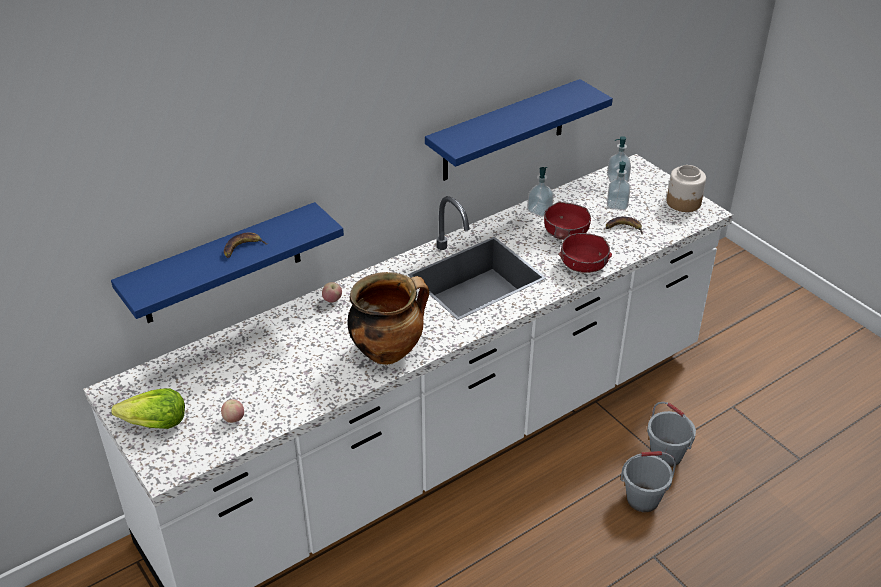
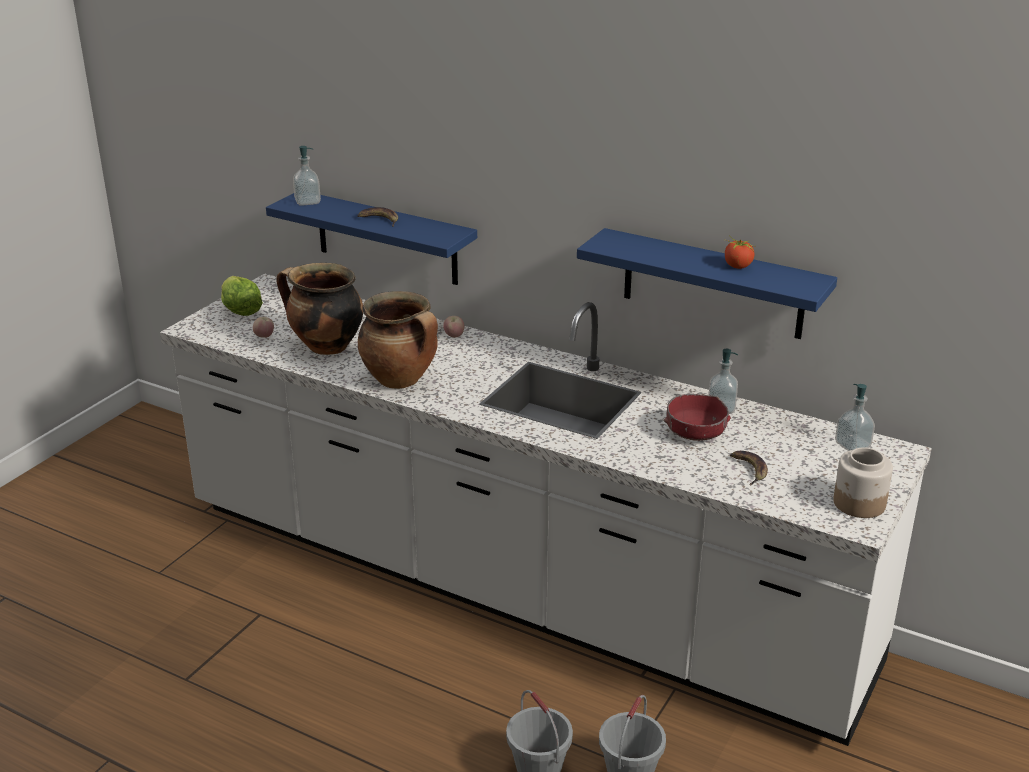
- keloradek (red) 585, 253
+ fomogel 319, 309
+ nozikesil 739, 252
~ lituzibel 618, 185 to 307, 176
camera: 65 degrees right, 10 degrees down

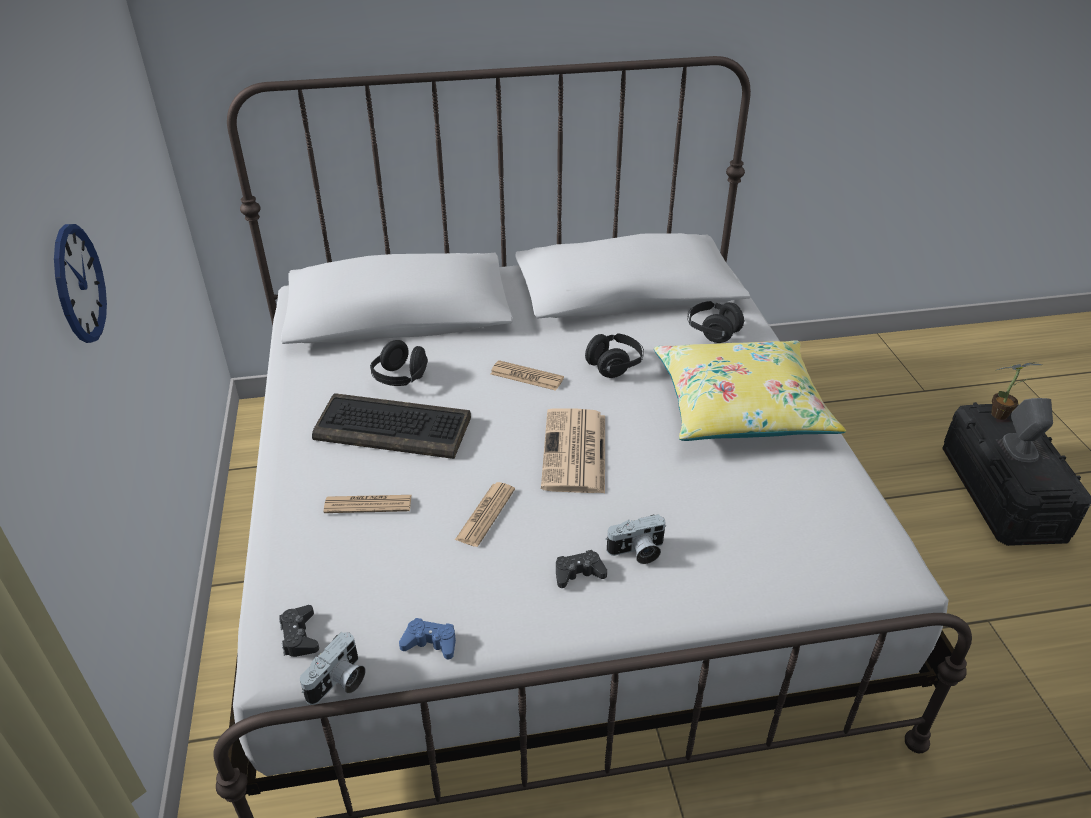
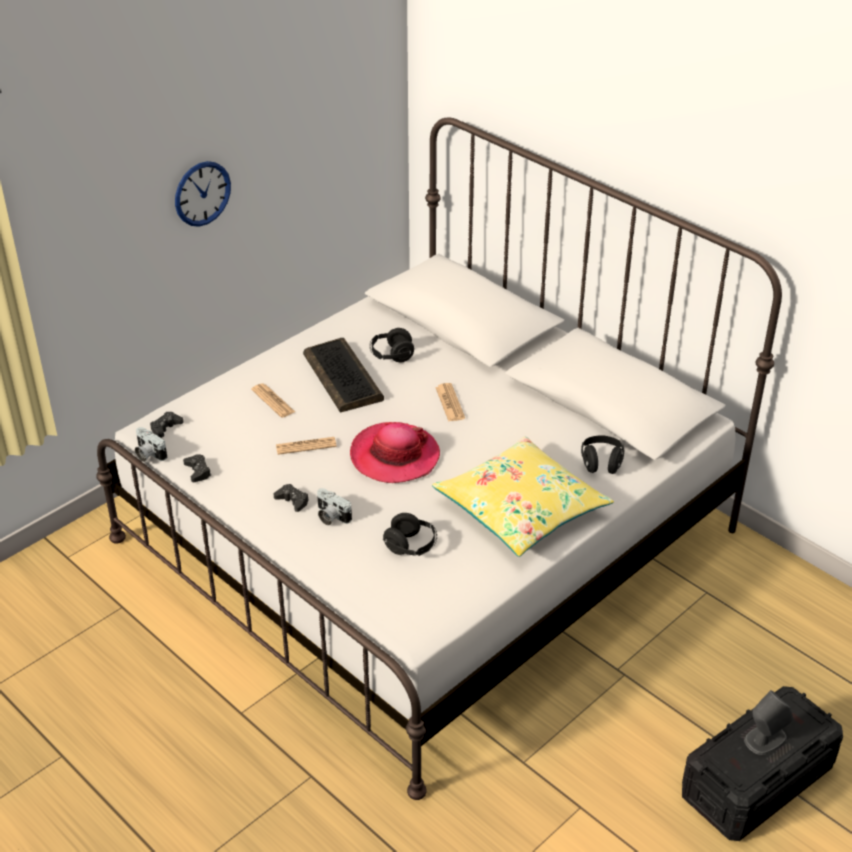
- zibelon 1016, 391
~ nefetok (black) 614, 355 to 410, 534
~ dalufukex 573, 450 to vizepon 395, 452
~ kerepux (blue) 427, 639 to kerepux (black) 197, 468
~ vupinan 333, 668 = 151, 444 45 degrees clockwise
camera: 55 degrees right, 0 degrees up

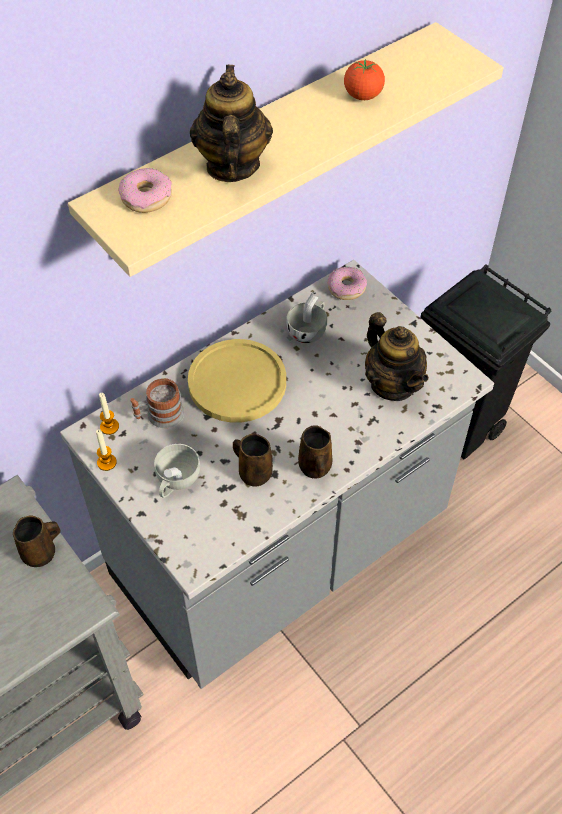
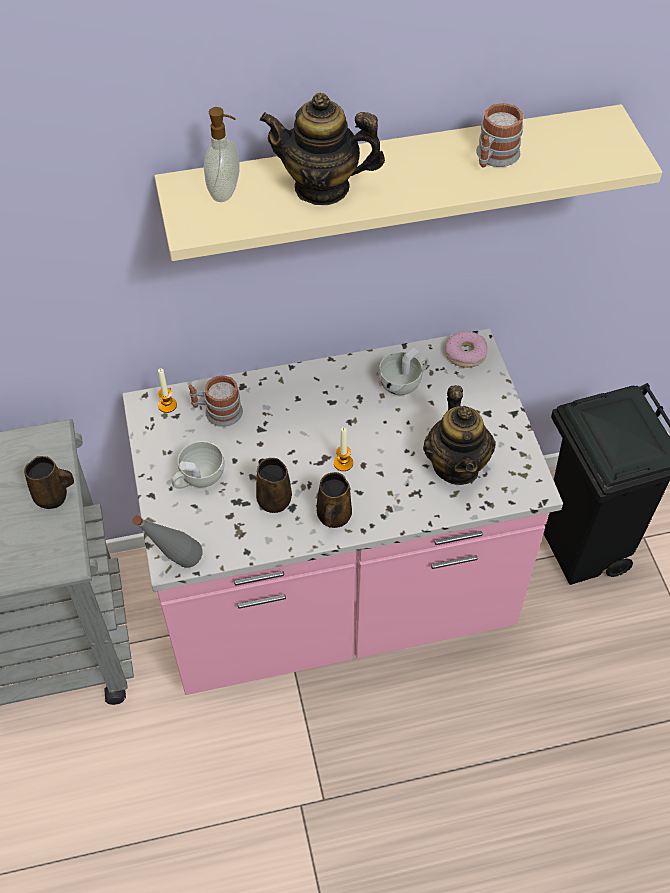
- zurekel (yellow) 237, 381
+ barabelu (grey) 167, 541
~ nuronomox 106, 450 to 343, 449
~ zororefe 145, 190 to lituzibel 221, 154
~ nozikesil 364, 79 to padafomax 499, 135
~ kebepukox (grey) 277, 474 to kebepukox (pink) 342, 512
~ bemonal 231, 123 = 322, 149 105 degrees counterclockwise
camera: 25 degrees right, 0 degrees up

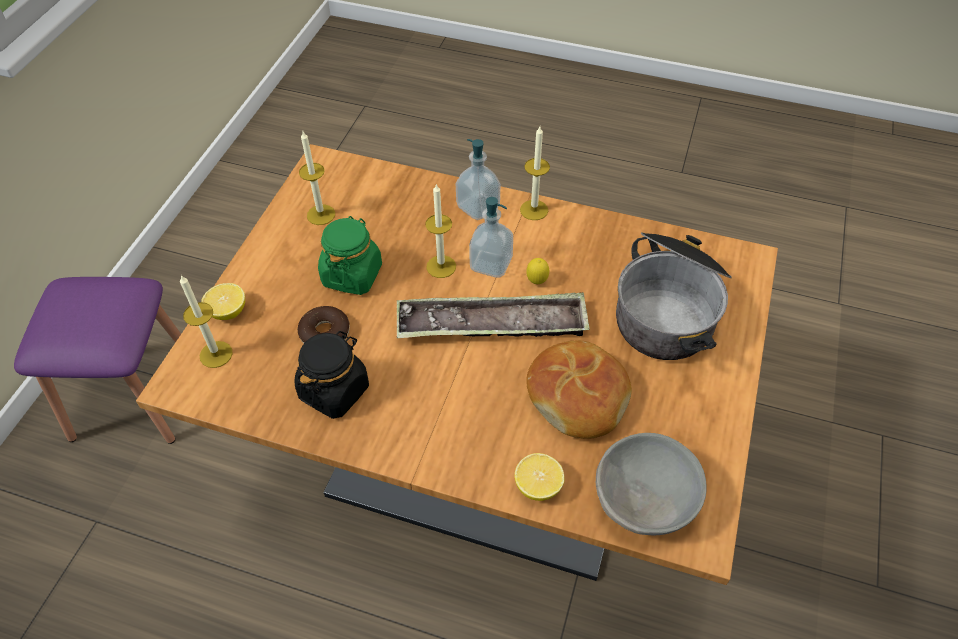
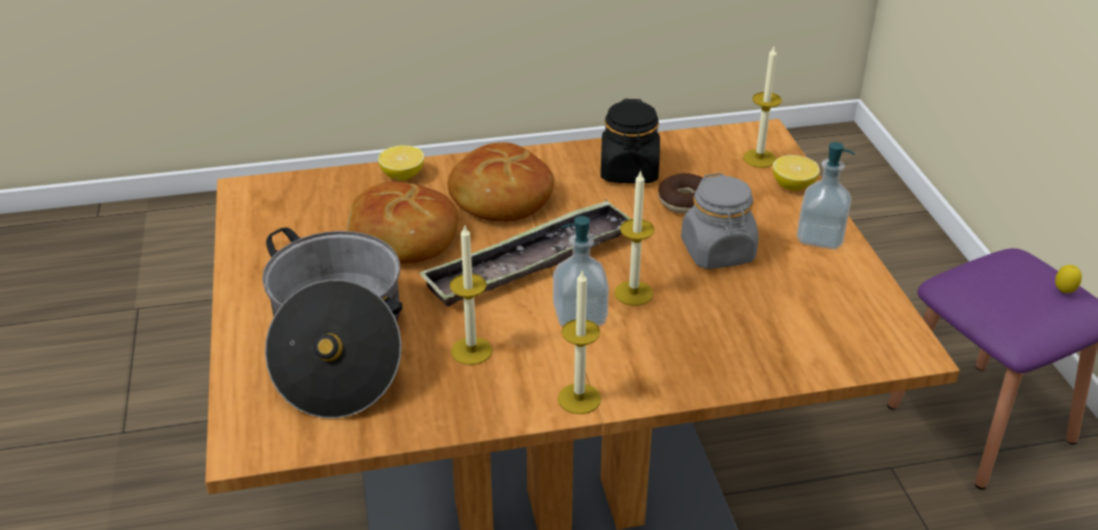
- keloradek (grey) 651, 484
+ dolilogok 500, 182
~ nuronomox 317, 178 to 471, 295
~ lituzibel 477, 179 to 826, 195
~ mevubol 537, 271 to 1068, 279
~ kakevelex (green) 350, 255 to kakevelex (grey) 720, 221
camera: 150 degrees right, 15 degrees down

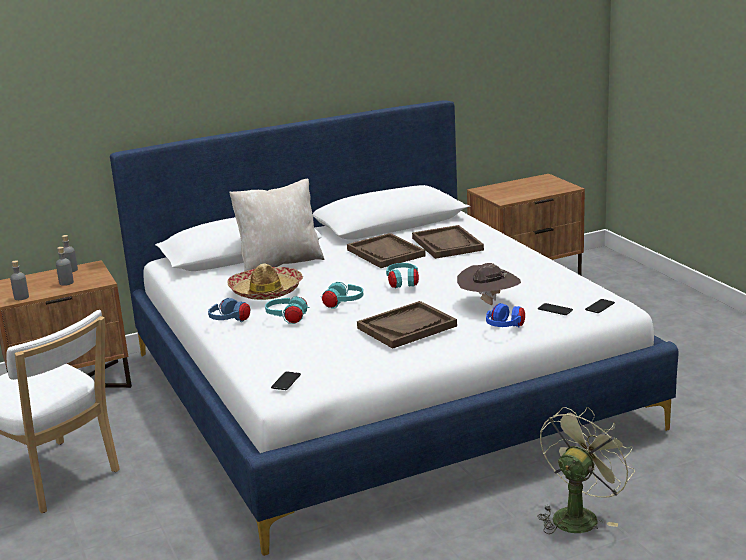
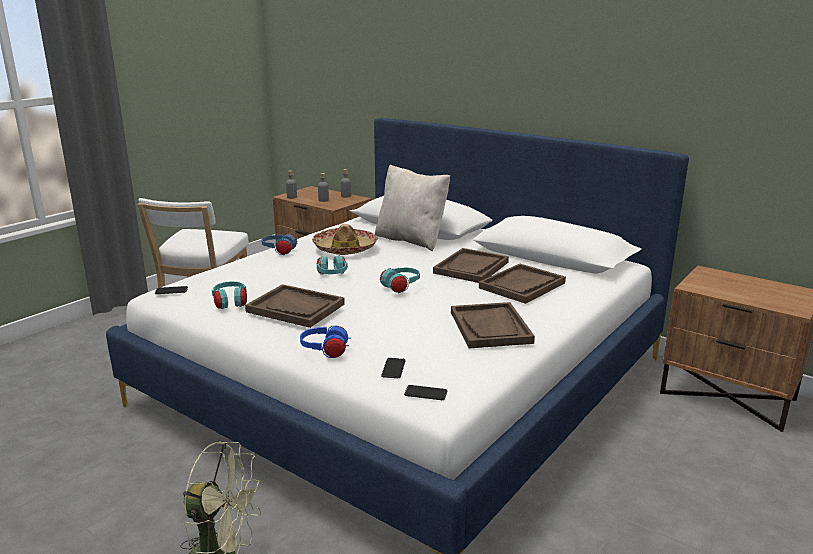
- vizepon (brown) 489, 284
+ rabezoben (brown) 493, 325
~ nefetok (turquoise) 287, 310 to 229, 295
camera: 60 degrees right, 0 degrees up

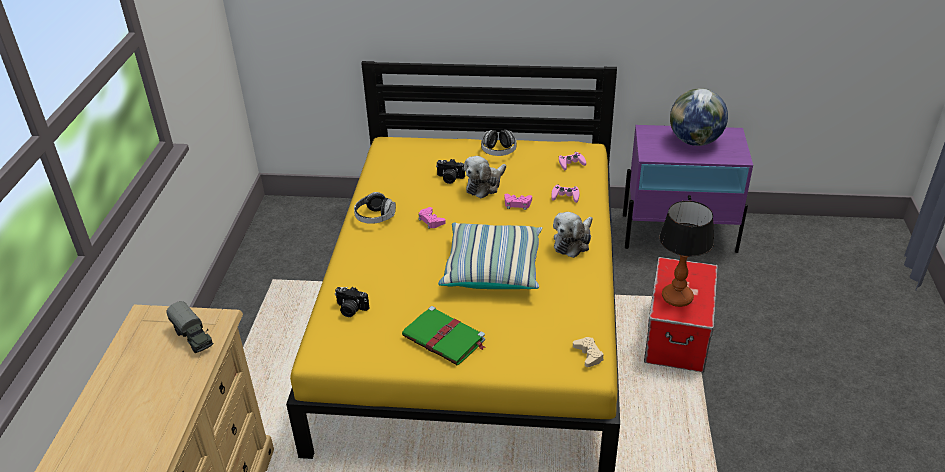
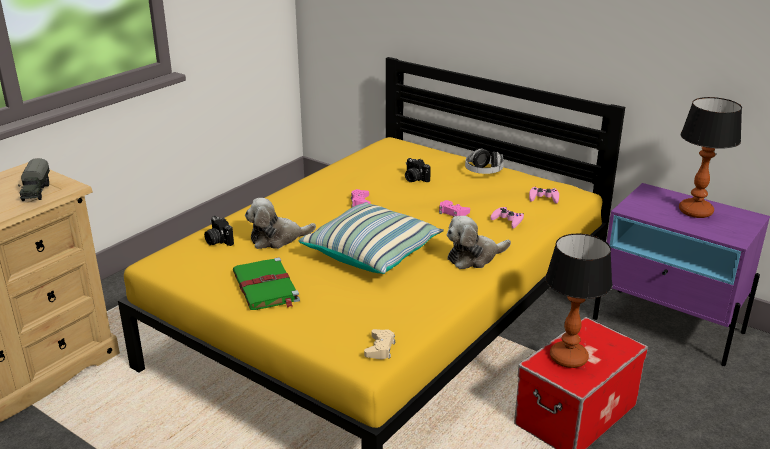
- nefetok 375, 208
~ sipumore 485, 177 to 280, 223
~ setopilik 699, 117 to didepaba 710, 157
camera: 30 degrees right, 10 degrees down

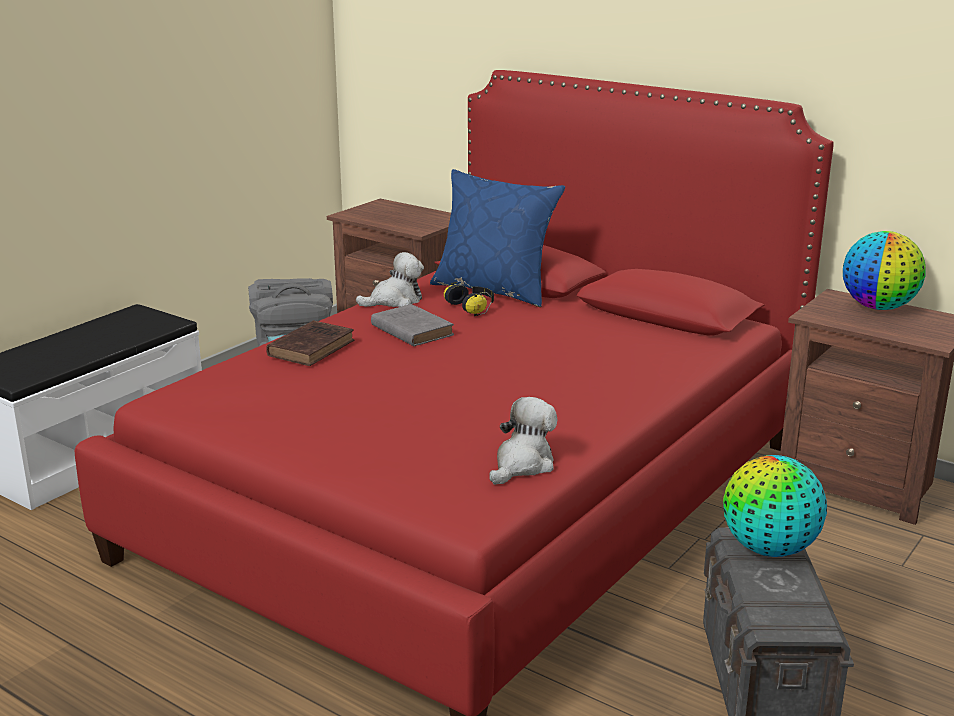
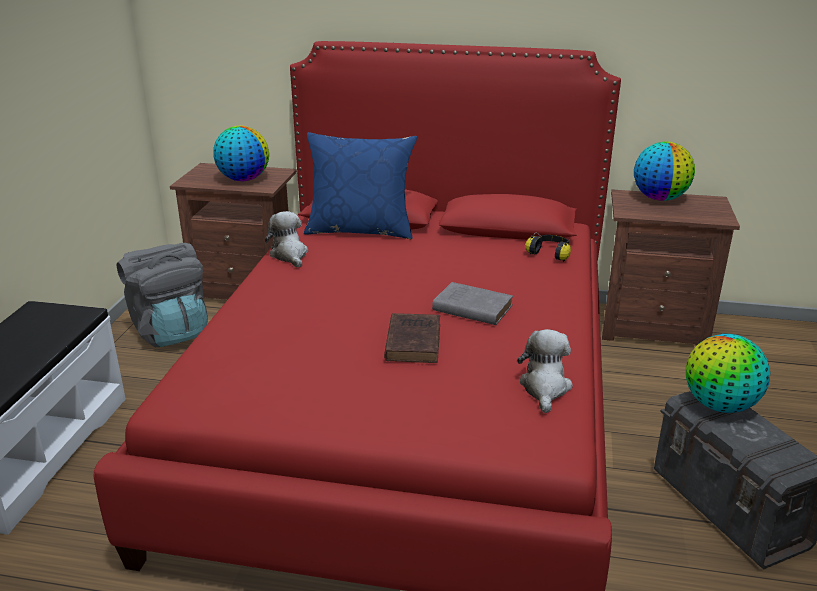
+ setopilik 241, 153
~ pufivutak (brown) 310, 343 to 412, 338
~ pufivutak (grey) 412, 325 to 472, 303
~ nefetok 469, 298 to 548, 247
~ sipumore 390, 279 = 286, 239 60 degrees counterclockwise
camera: 25 degrees left, 5 degrees up

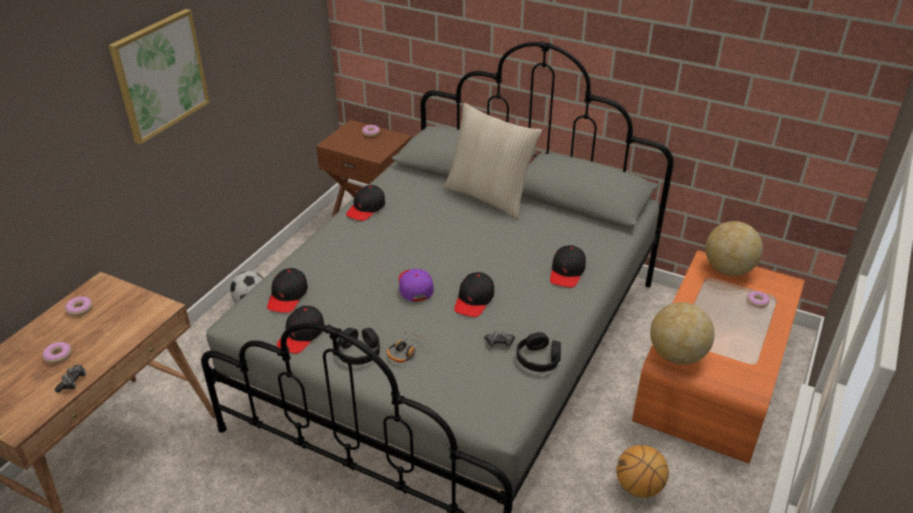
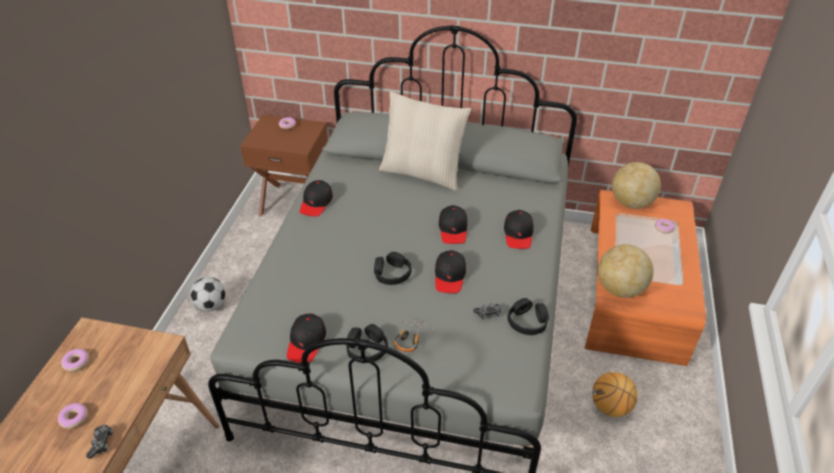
- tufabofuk 159, 77
~ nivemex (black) 287, 290 to 453, 224
~ nivemex (purple) 416, 285 to nefetok (black) 393, 268
camera: 15 degrees left, 5 degrees up

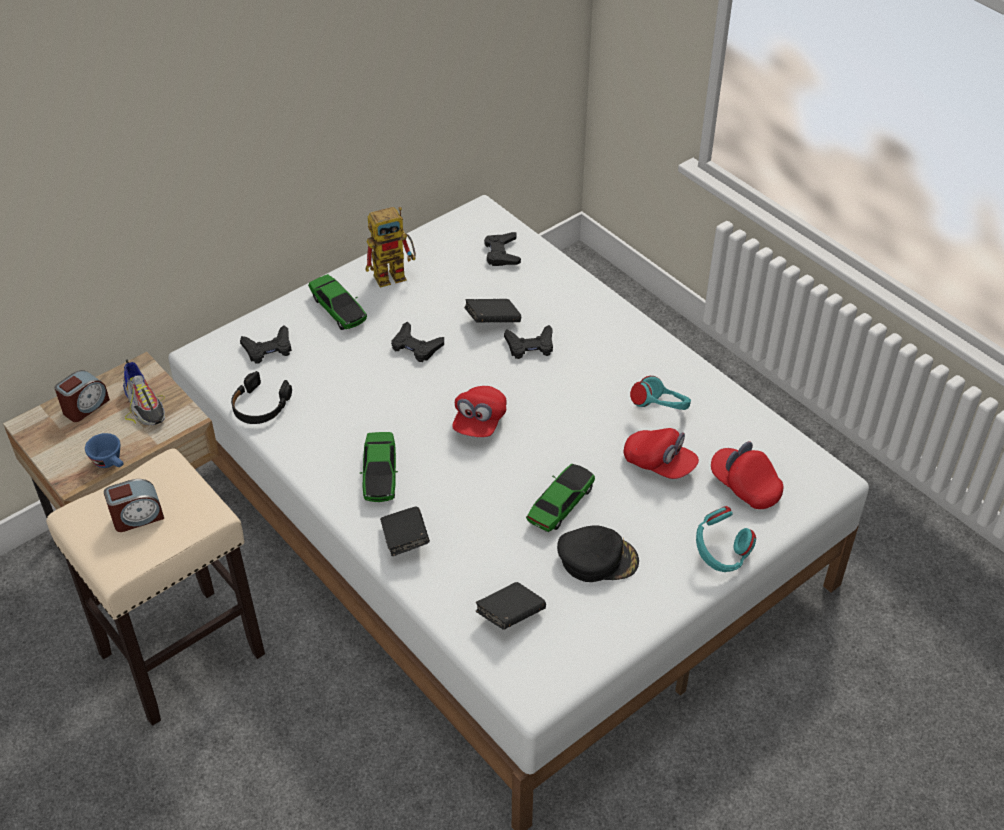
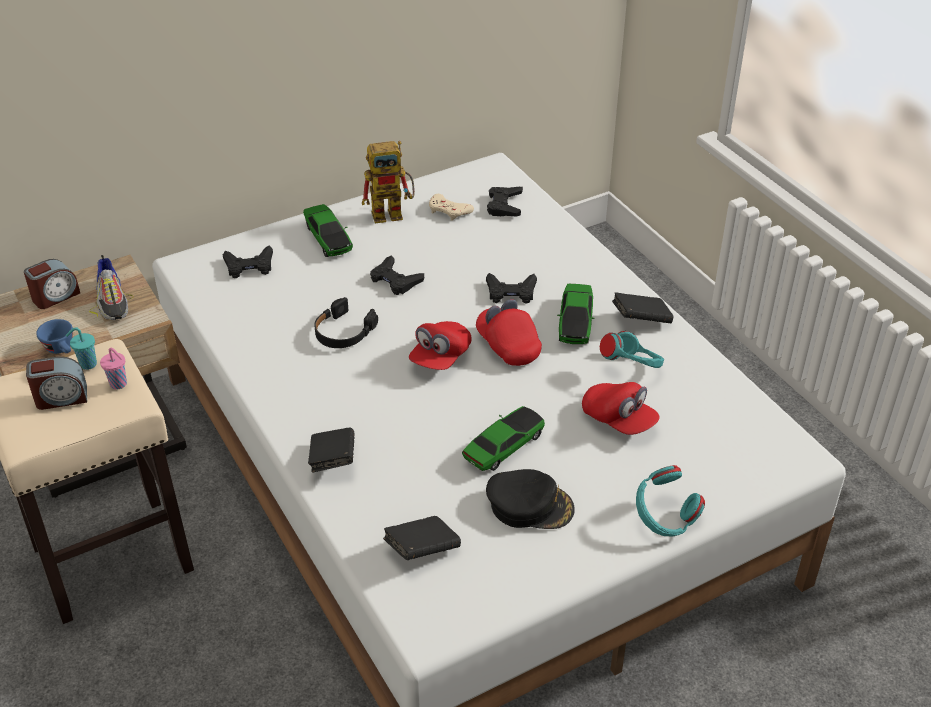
+ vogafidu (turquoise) 81, 348
+ vogafidu (pink) 113, 368
+ kerepux (beige) 451, 207
~ nefetok (black) 261, 397 to 346, 322
~ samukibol 379, 467 to 576, 314
~ pufivutak (black) 492, 311 to 642, 307
~ nivemex (red) 747, 475 to 509, 332
camera: 10 degrees right, 5 degrees down

